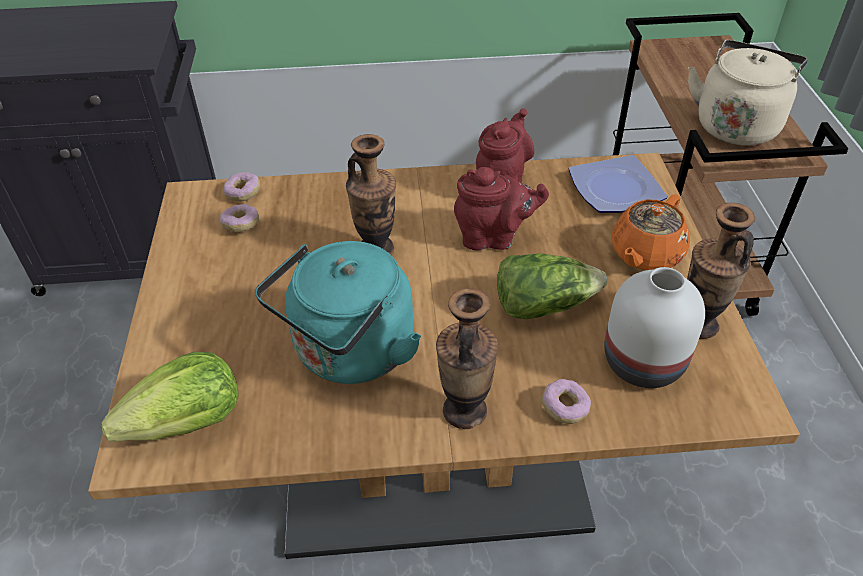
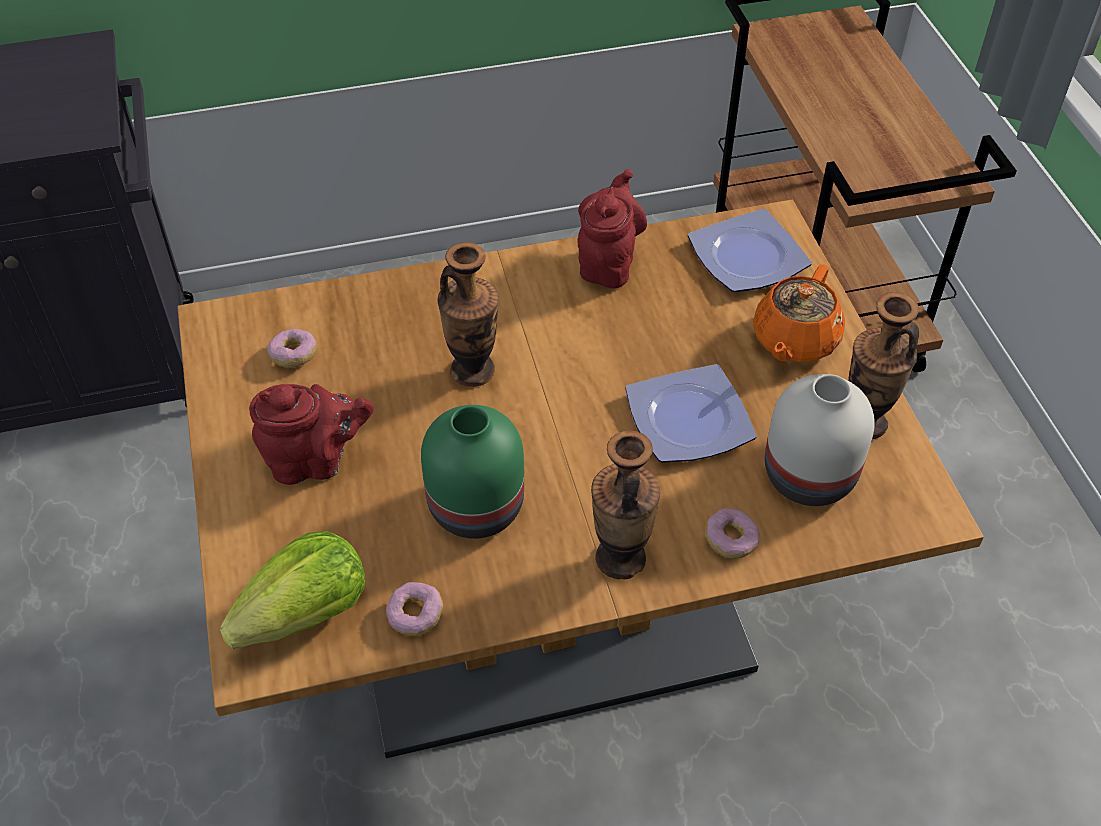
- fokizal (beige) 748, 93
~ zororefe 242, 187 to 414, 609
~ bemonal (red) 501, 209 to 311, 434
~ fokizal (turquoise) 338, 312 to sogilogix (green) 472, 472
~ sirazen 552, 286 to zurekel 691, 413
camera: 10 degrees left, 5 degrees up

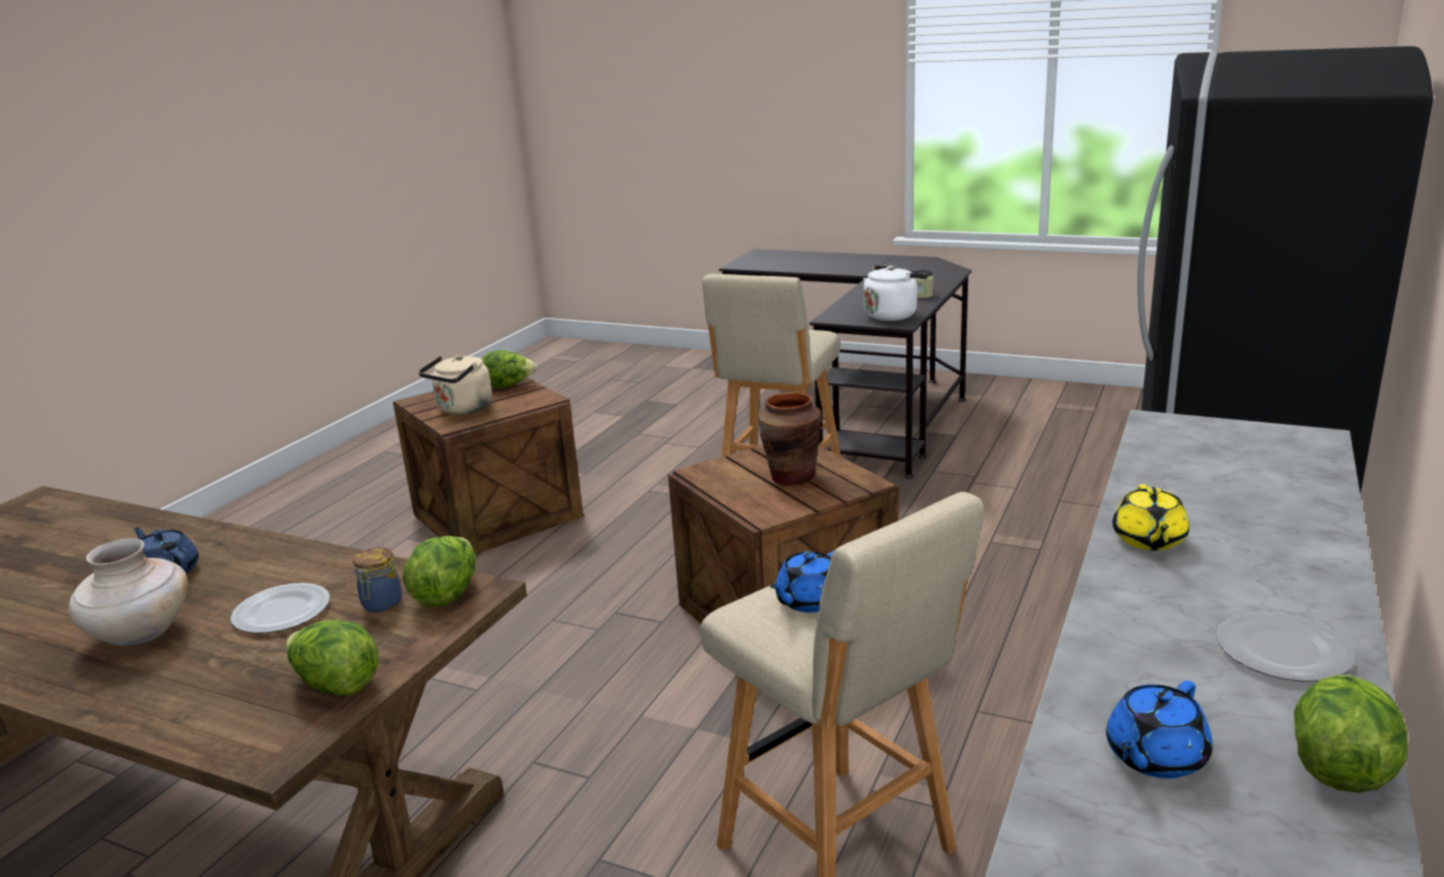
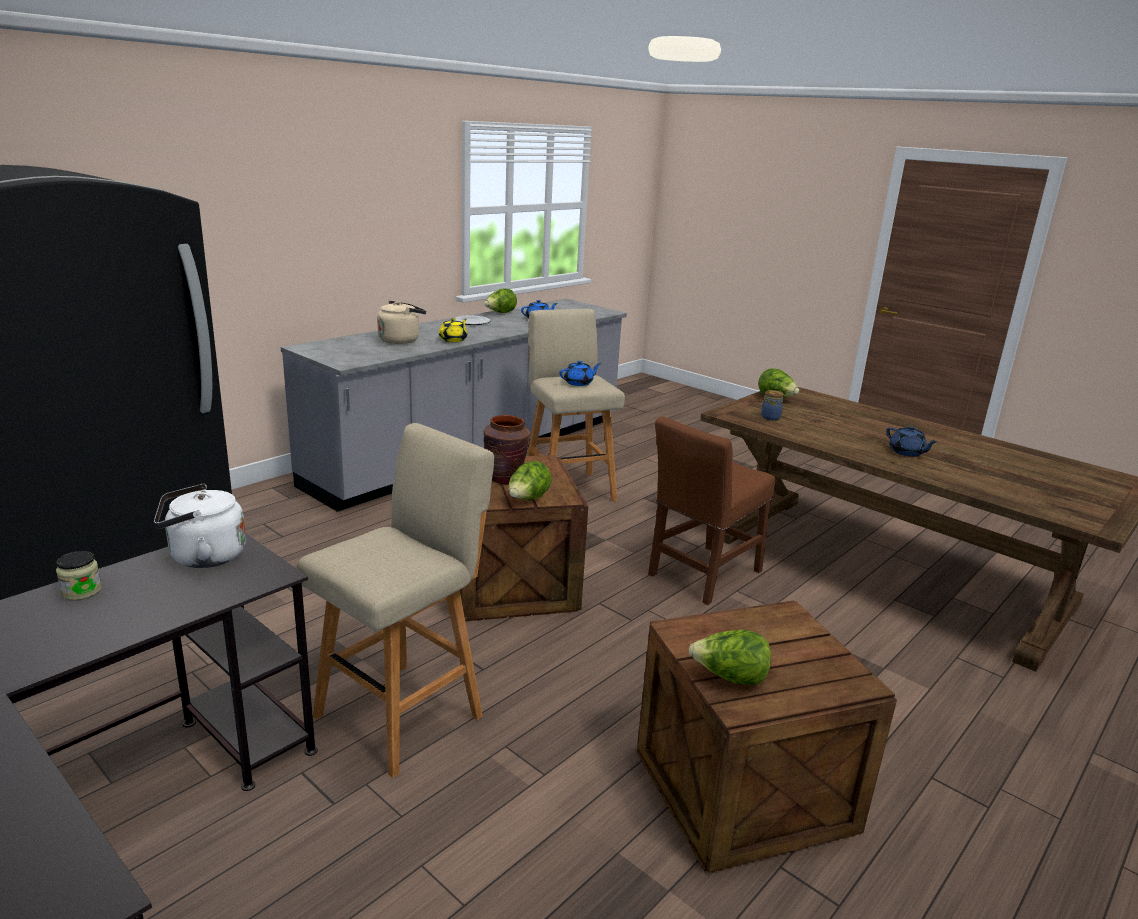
- sogilogix (beige) 128, 592
- zurekel 280, 608
+ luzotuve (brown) 711, 510
~ sirazen 439, 571 to 530, 480
~ fokizal (beige) 455, 384 to 401, 322
camera: 165 degrees left, 0 degrees up

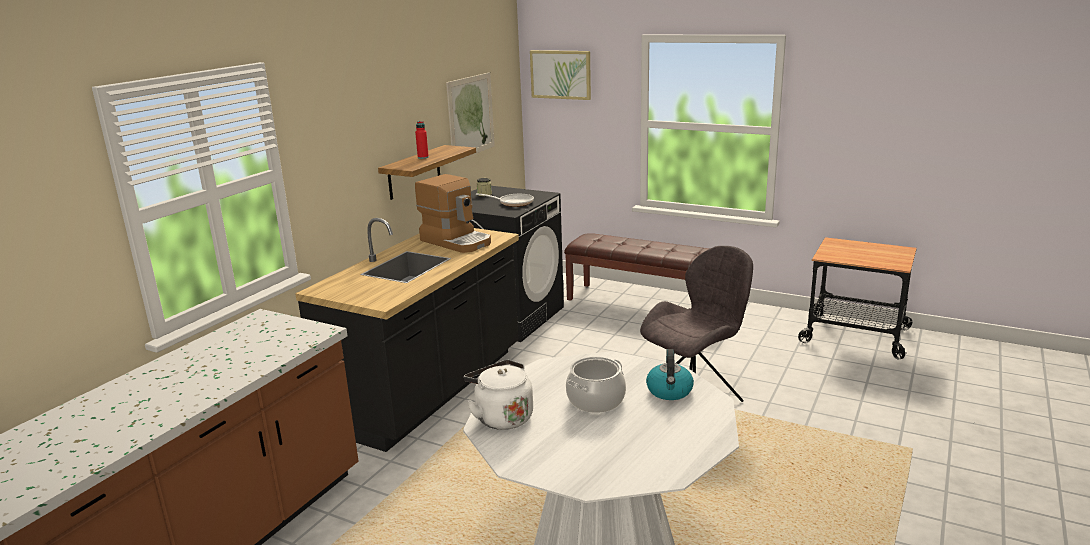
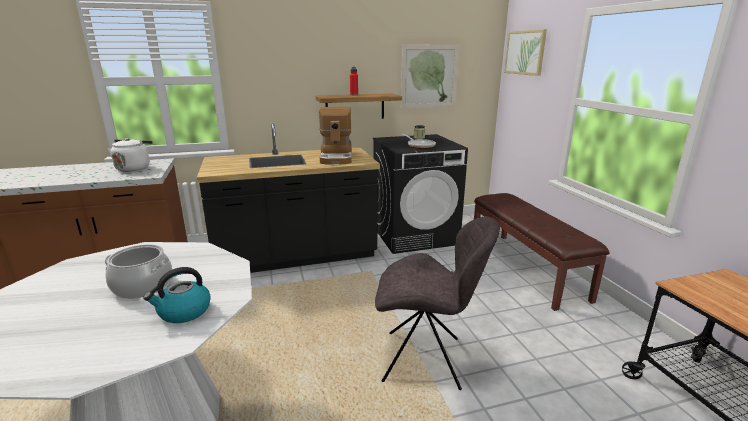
~ fokizal (white) 498, 395 to 130, 155
camera: 45 degrees right, 0 degrees up

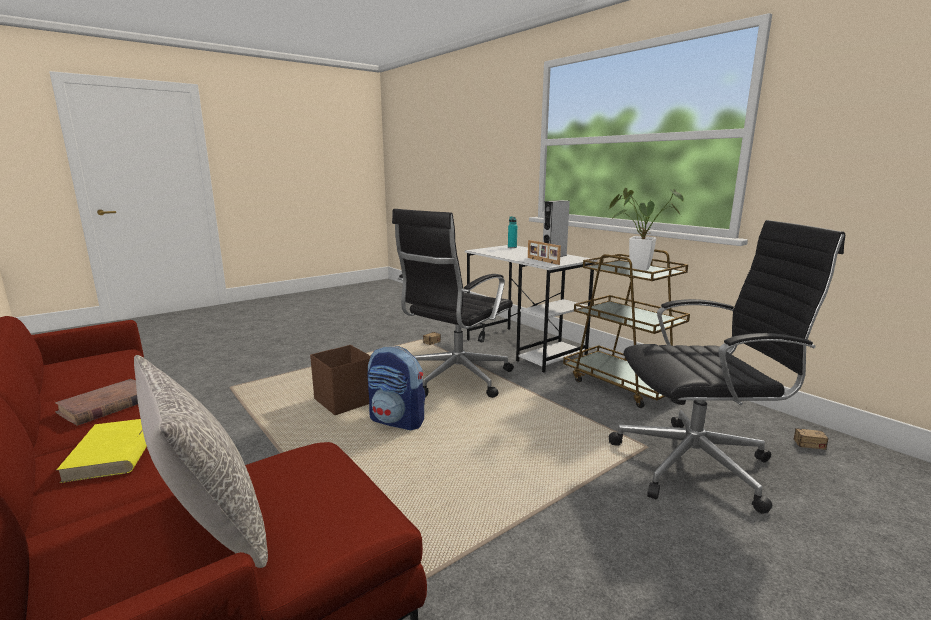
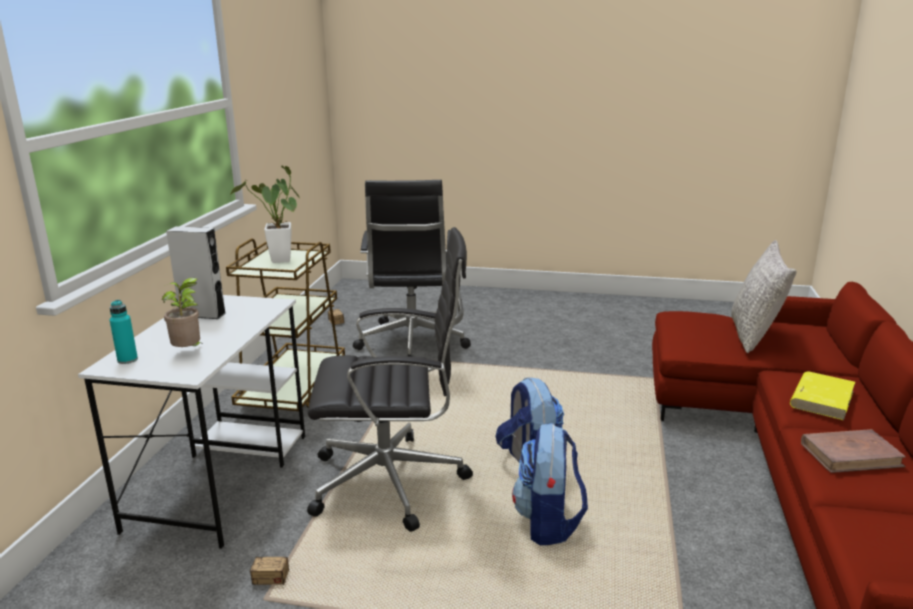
- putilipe 544, 252
+ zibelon 183, 312
~ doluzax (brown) 340, 380 to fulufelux 550, 484
~ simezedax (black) 727, 367 = 412, 268 135 degrees counterclockwise
camera: 130 degrees left, 5 degrees up

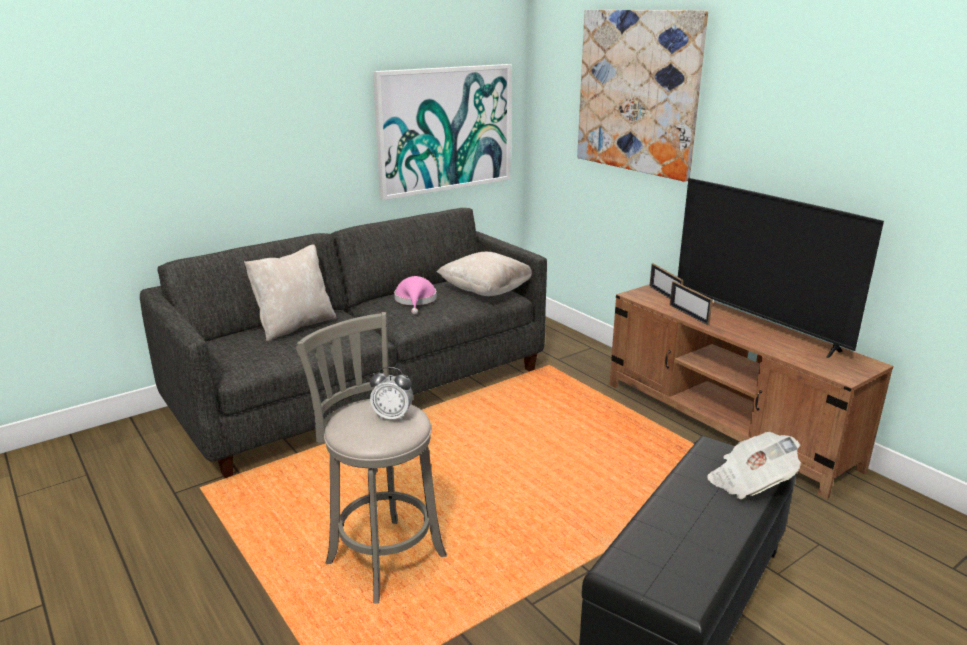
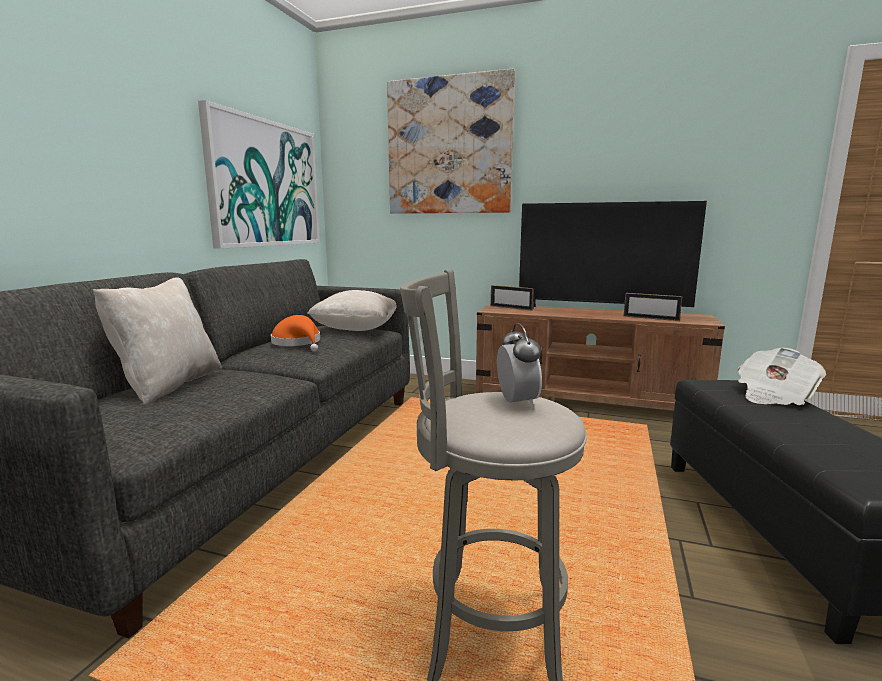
~ putilipe 691, 303 to 653, 307
~ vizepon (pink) 415, 295 to vizepon (orange) 295, 333
~ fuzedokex 391, 394 = 519, 365 75 degrees counterclockwise
camera: 35 degrees left, 10 degrees down

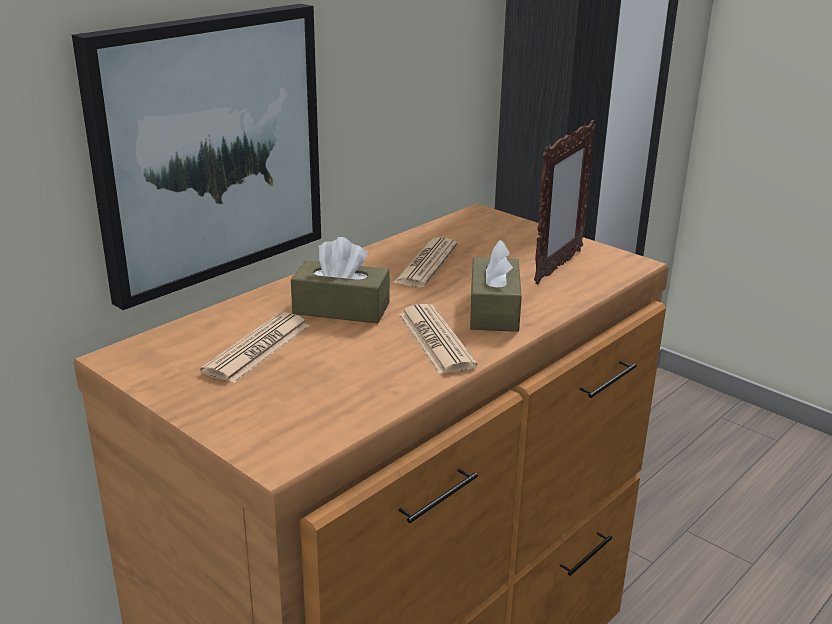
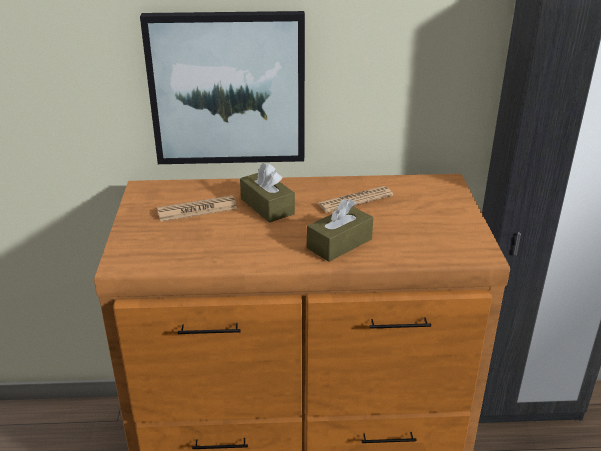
- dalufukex 438, 339
- putilipe 565, 202
camera: 45 degrees right, 5 degrees up

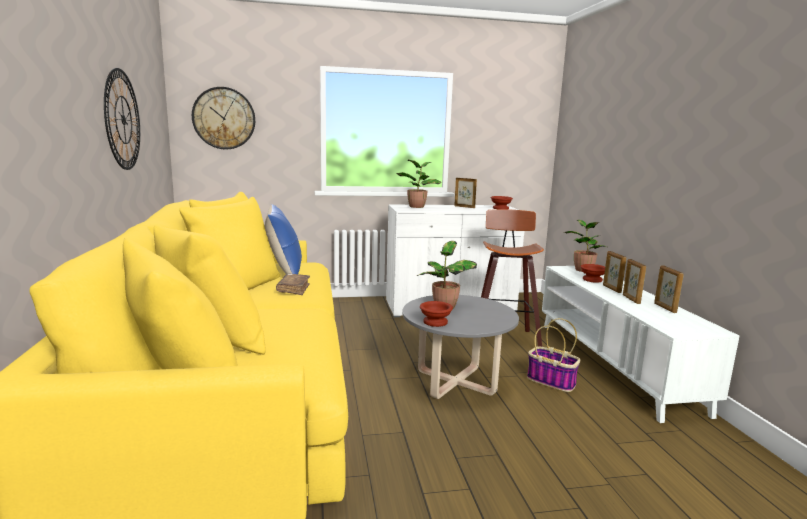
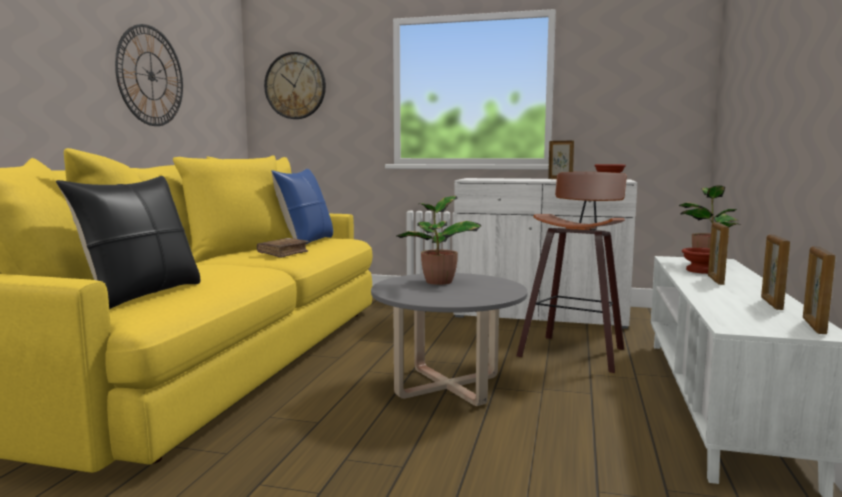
- zibelon 419, 184
- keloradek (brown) 436, 314
- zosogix 553, 355
+ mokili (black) 128, 242
~ putilipe 634, 281 to 819, 290
camera: 25 degrees right, 5 degrees down

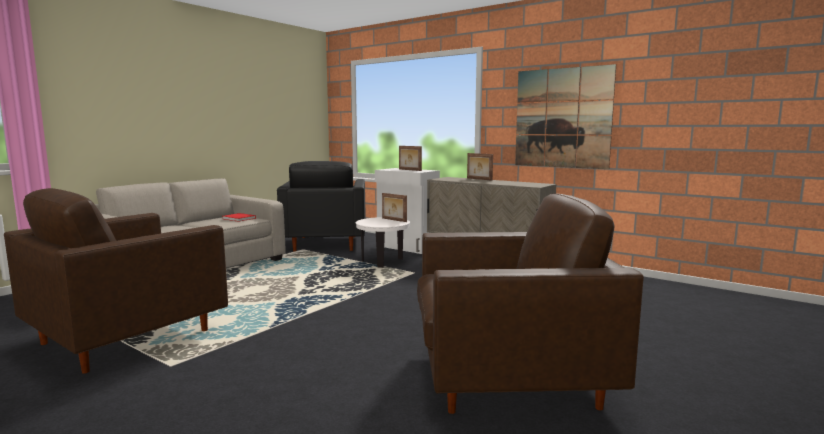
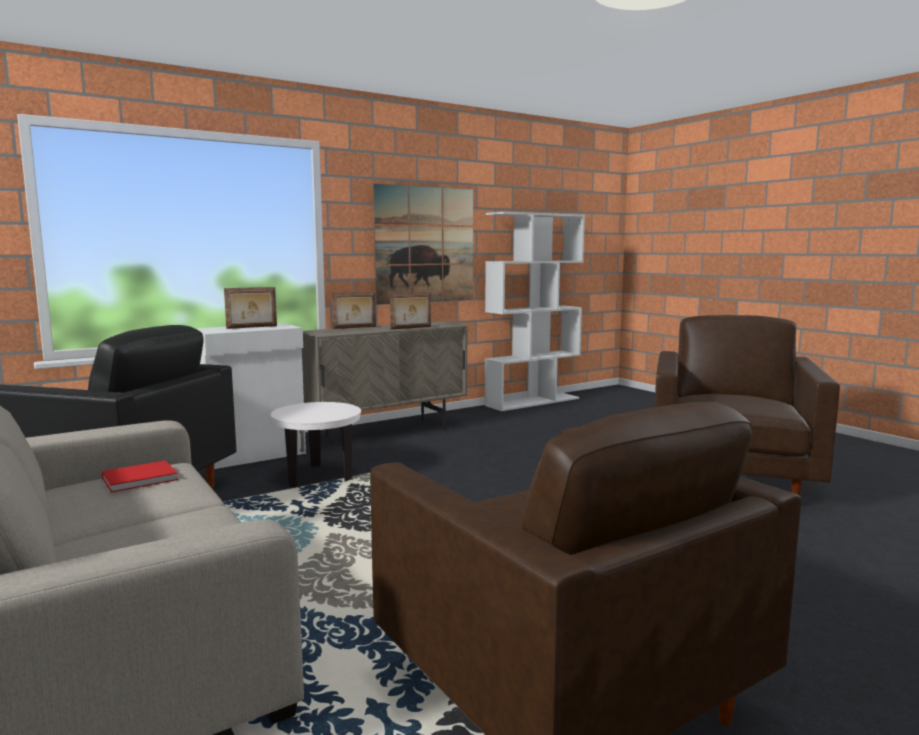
+ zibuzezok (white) 535, 311
~ putilipe 394, 207 to 410, 310
camera: 70 degrees left, 0 degrees up

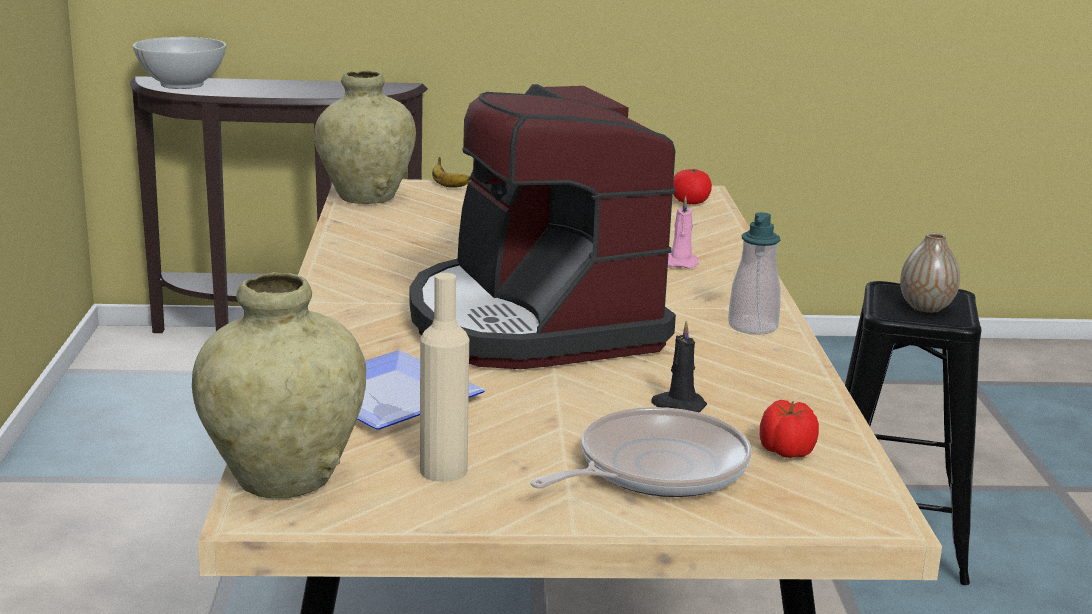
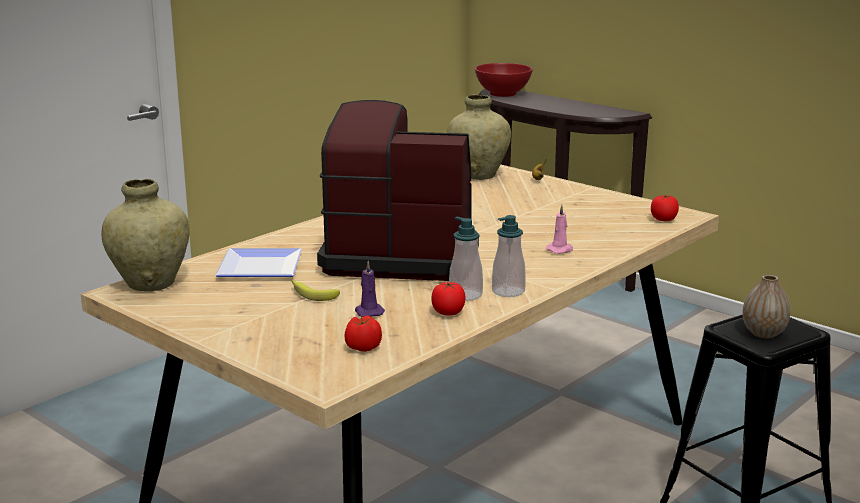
- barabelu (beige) 444, 377
- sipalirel 641, 452
+ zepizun 315, 290
+ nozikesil 448, 299
+ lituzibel 466, 259
~ keloradek (white) 179, 63 to keloradek (red) 504, 80
~ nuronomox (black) 679, 366 to nuronomox (purple) 370, 289
~ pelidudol 543, 226 = 398, 190 75 degrees clockwise
camera: 45 degrees right, 0 degrees up

